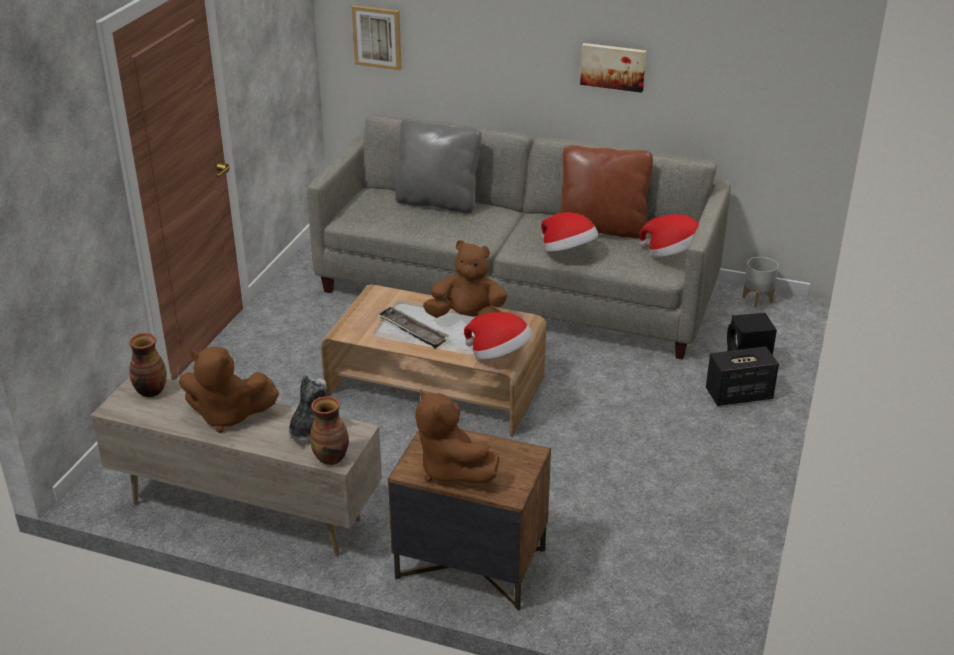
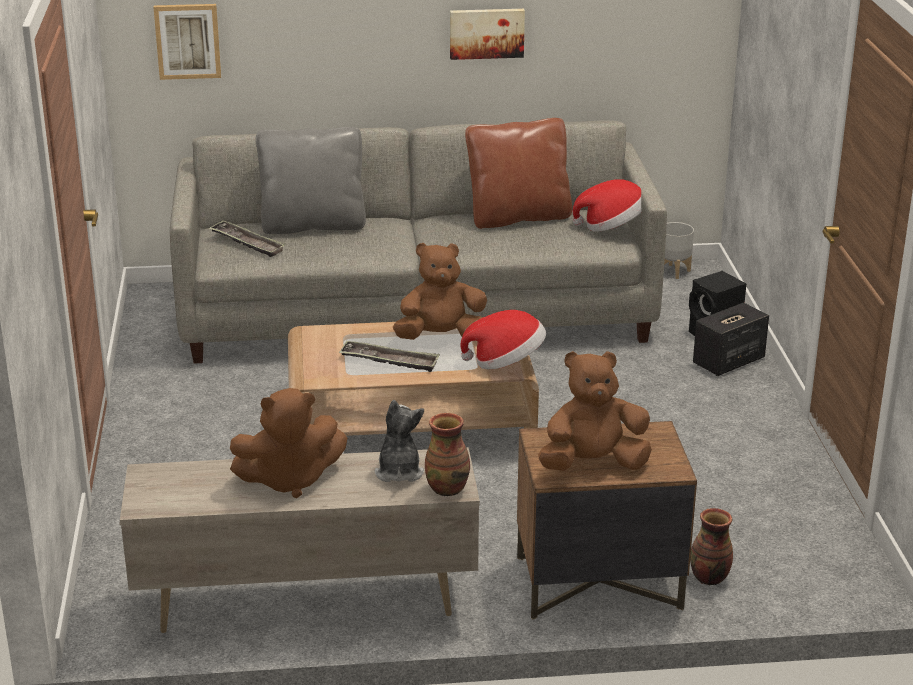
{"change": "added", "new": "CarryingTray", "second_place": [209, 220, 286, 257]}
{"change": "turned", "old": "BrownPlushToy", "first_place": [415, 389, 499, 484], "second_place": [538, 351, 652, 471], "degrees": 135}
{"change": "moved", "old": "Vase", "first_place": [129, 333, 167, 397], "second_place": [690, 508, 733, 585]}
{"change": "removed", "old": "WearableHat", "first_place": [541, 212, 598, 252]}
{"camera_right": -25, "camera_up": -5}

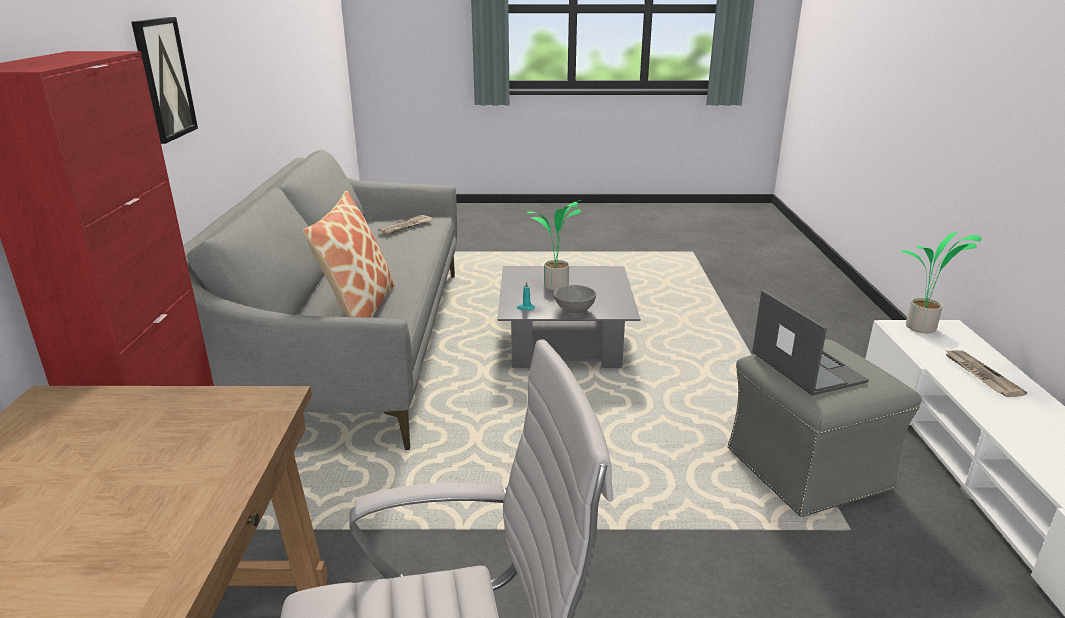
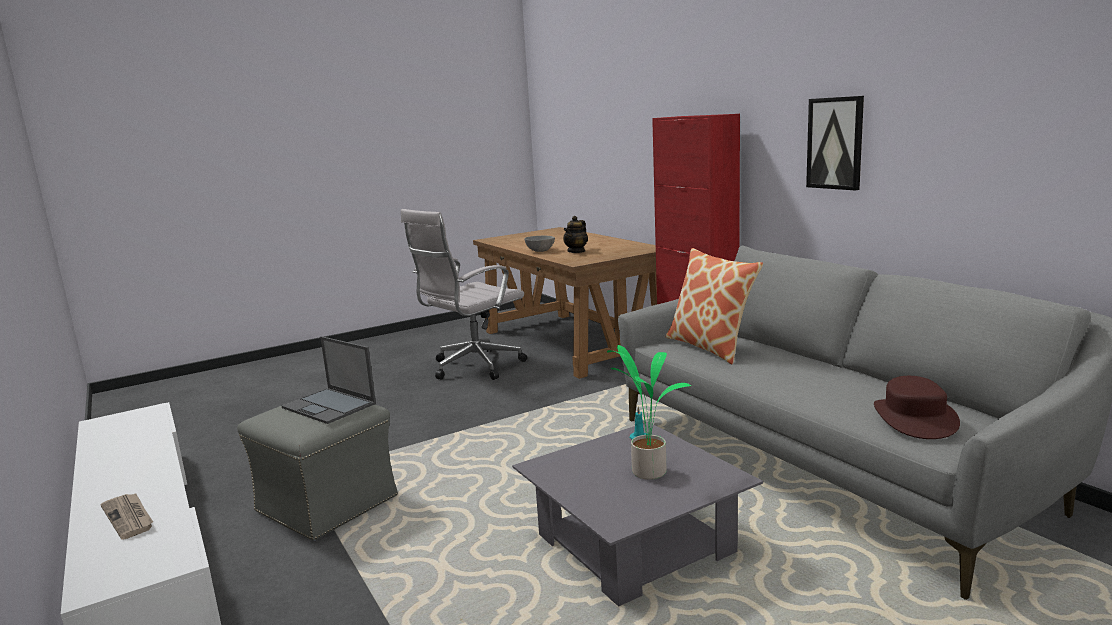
{"change": "moved", "old": "GreyishServingBowl", "first_place": [553, 285, 597, 313], "second_place": [524, 236, 555, 252]}
{"change": "added", "new": "TeaPot", "second_place": [563, 216, 588, 253]}
{"change": "replaced", "old": "DailyPaper", "new": "BrownWearableHat", "first_place": [378, 215, 433, 235], "second_place": [874, 376, 960, 439]}
{"change": "removed", "old": "PlantInAPot", "first_place": [899, 231, 981, 333]}
{"camera_right": 150, "camera_up": -10}

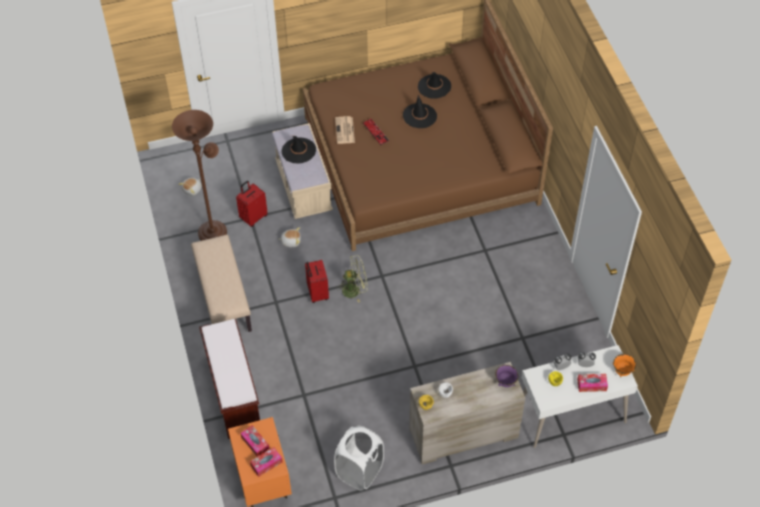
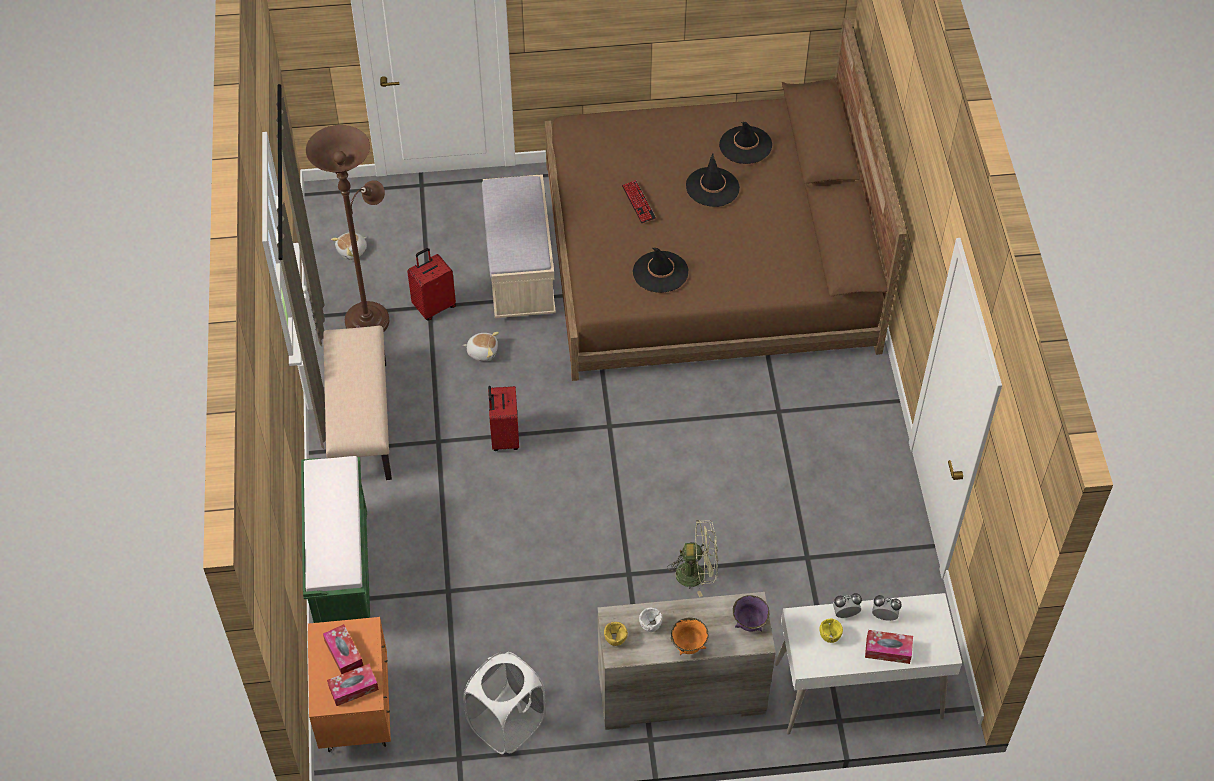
{"change": "recoloured", "old": "BrownBench", "new": "GreenBench", "first_place": [199, 319, 260, 439], "second_place": [301, 456, 370, 623]}
{"change": "moved", "old": "BlackColouredWearableHat", "first_place": [282, 136, 316, 163], "second_place": [633, 247, 688, 293]}
{"change": "moved", "old": "GreenFan", "first_place": [336, 255, 368, 303], "second_place": [667, 520, 718, 597]}
{"change": "moved", "old": "OrangeyServingBowl", "first_place": [613, 354, 636, 377], "second_place": [671, 617, 709, 655]}
{"change": "removed", "old": "DailyPaper", "first_place": [335, 116, 355, 144]}
{"camera_right": 10, "camera_up": 0}

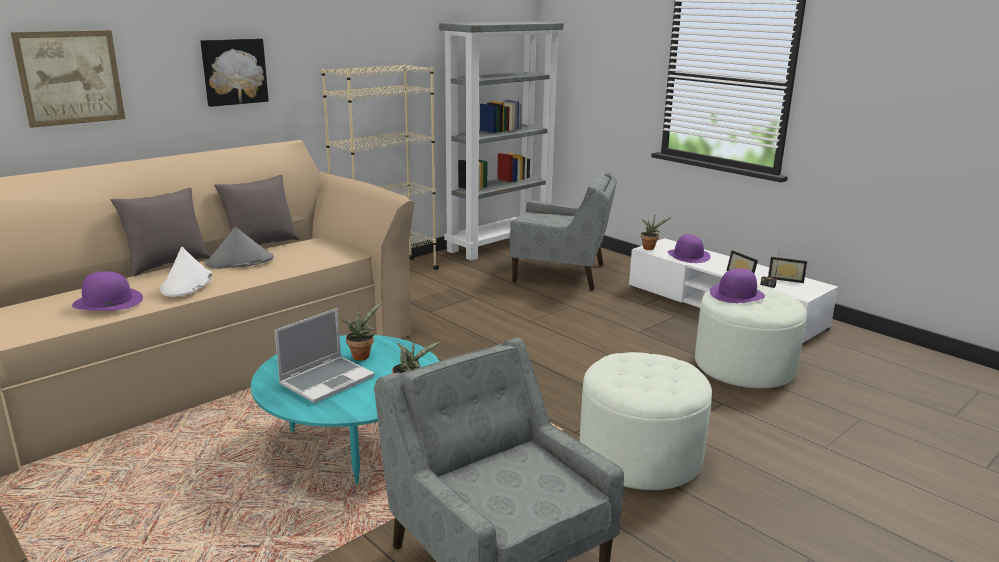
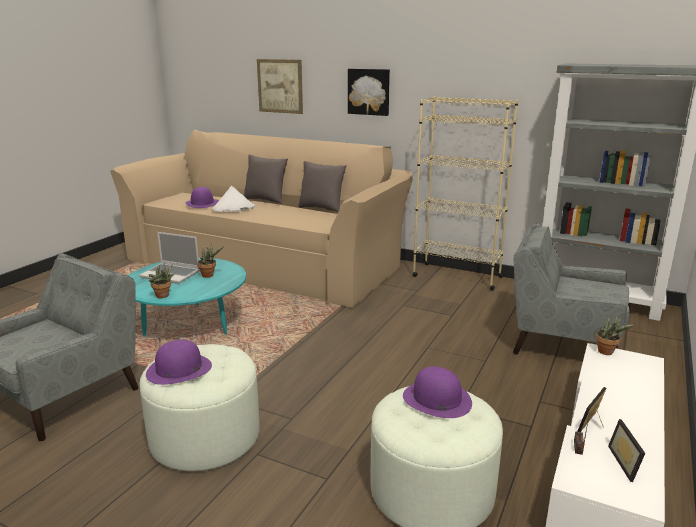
{"change": "moved", "old": "PurplishWearableHat", "first_place": [668, 234, 711, 263], "second_place": [146, 340, 212, 385]}
{"change": "turned", "old": "GreyishLoungeChair", "first_place": [509, 173, 617, 290], "second_place": [513, 223, 630, 354], "degrees": 120}
{"change": "removed", "old": "GreyishWearableHat", "first_place": [205, 227, 274, 269]}
{"camera_right": 70, "camera_up": 0}

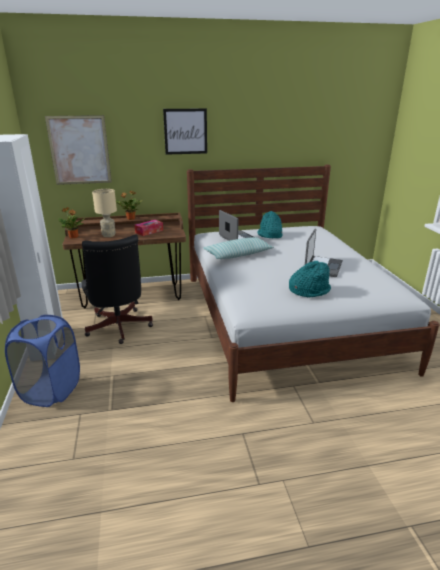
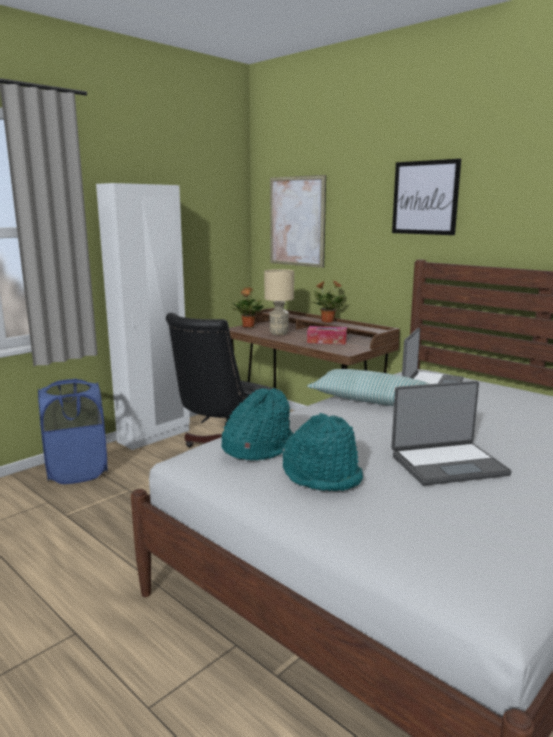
{"change": "moved", "old": "TurquoiseWearableHat", "first_place": [257, 211, 282, 238], "second_place": [221, 388, 293, 460]}
{"camera_right": 55, "camera_up": -10}

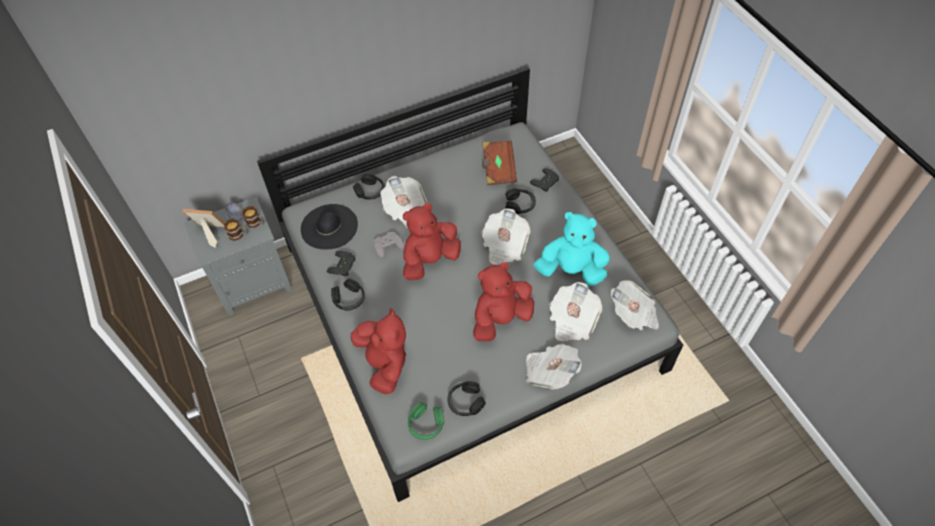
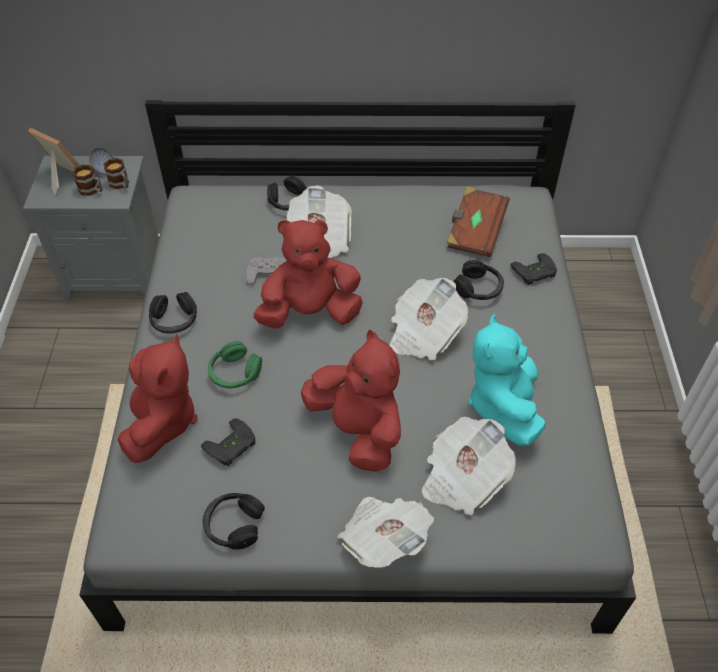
{"change": "moved", "old": "BlackColouredGameController", "first_place": [327, 250, 355, 276], "second_place": [201, 418, 256, 466]}
{"change": "moved", "old": "GreenHeadphones", "first_place": [408, 402, 444, 440], "second_place": [208, 341, 262, 388]}
{"change": "turned", "old": "RedPlushToy", "first_place": [473, 262, 534, 341], "second_place": [301, 330, 401, 472], "degrees": 60}
{"change": "turned", "old": "TurquoisePlushToy", "first_place": [534, 212, 610, 286], "second_place": [468, 314, 545, 446], "degrees": -120}
{"change": "removed", "old": "BlackColouredWearableHat", "first_place": [301, 204, 358, 250]}
{"change": "removed", "old": "DailyPaper", "first_place": [611, 280, 659, 331]}
{"camera_right": 25, "camera_up": -5}

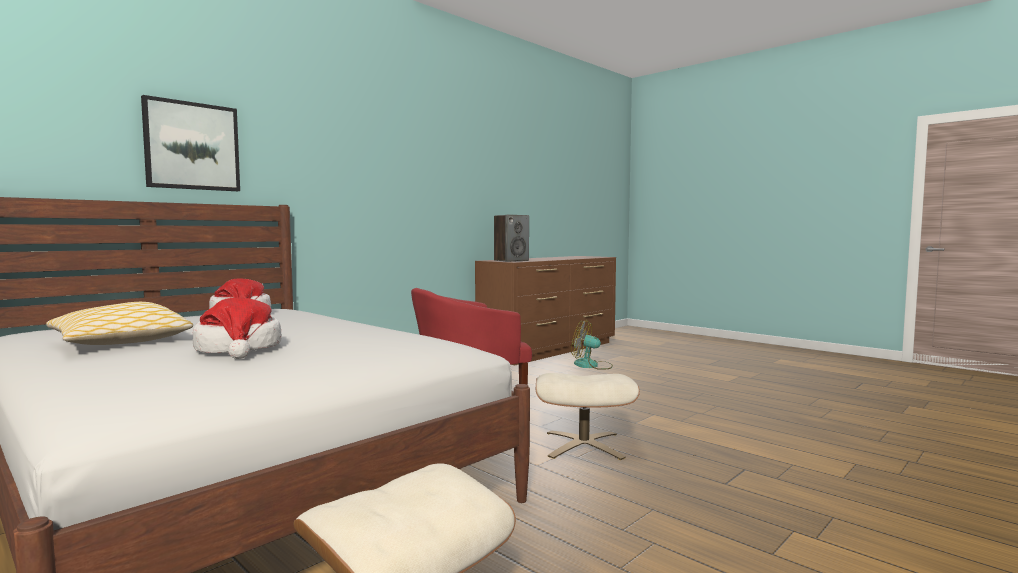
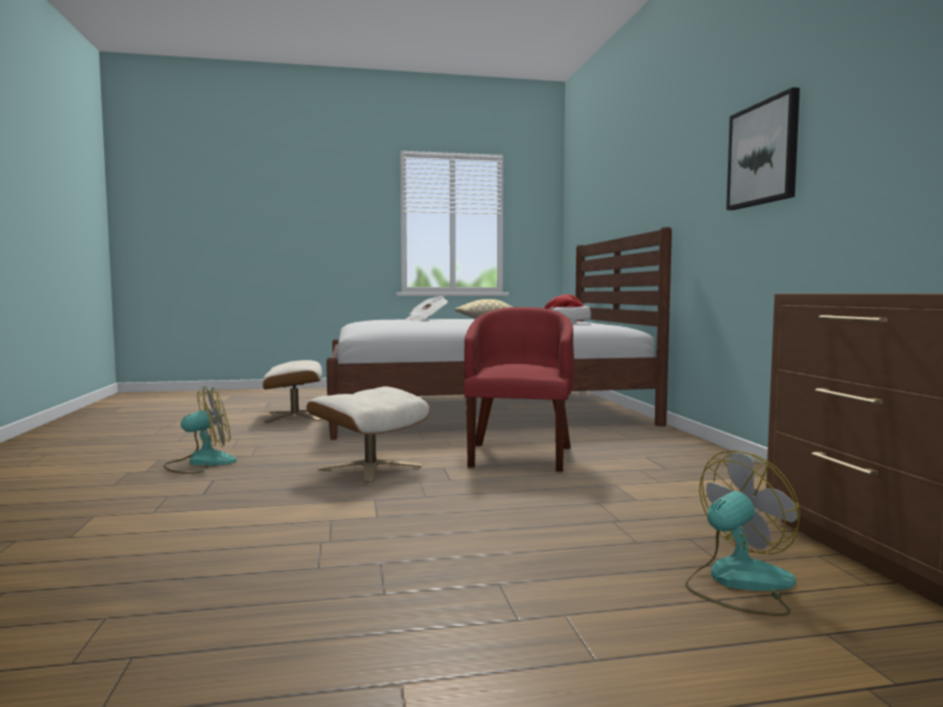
{"change": "added", "new": "Fan", "second_place": [163, 386, 237, 474]}
{"change": "replaced", "old": "WearableHat", "new": "DailyPaper", "first_place": [193, 298, 282, 359], "second_place": [405, 296, 448, 321]}
{"change": "moved", "old": "Picture", "first_place": [141, 95, 240, 191], "second_place": [726, 87, 800, 210]}
{"change": "removed", "old": "Speaker", "first_place": [494, 215, 529, 262]}
{"camera_right": 125, "camera_up": 0}

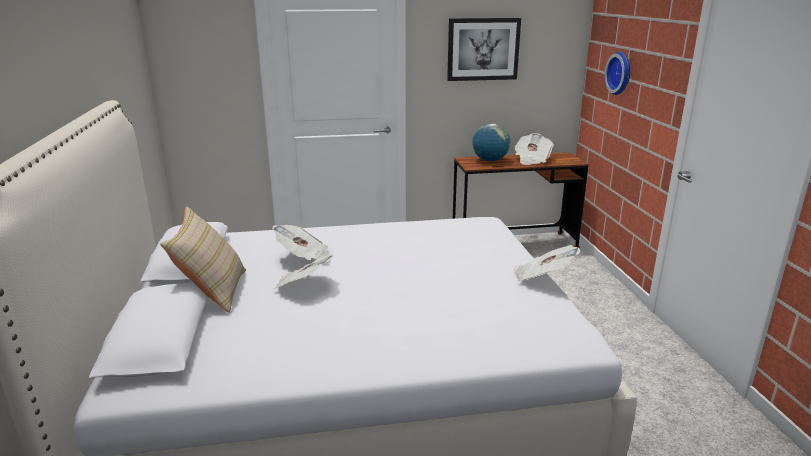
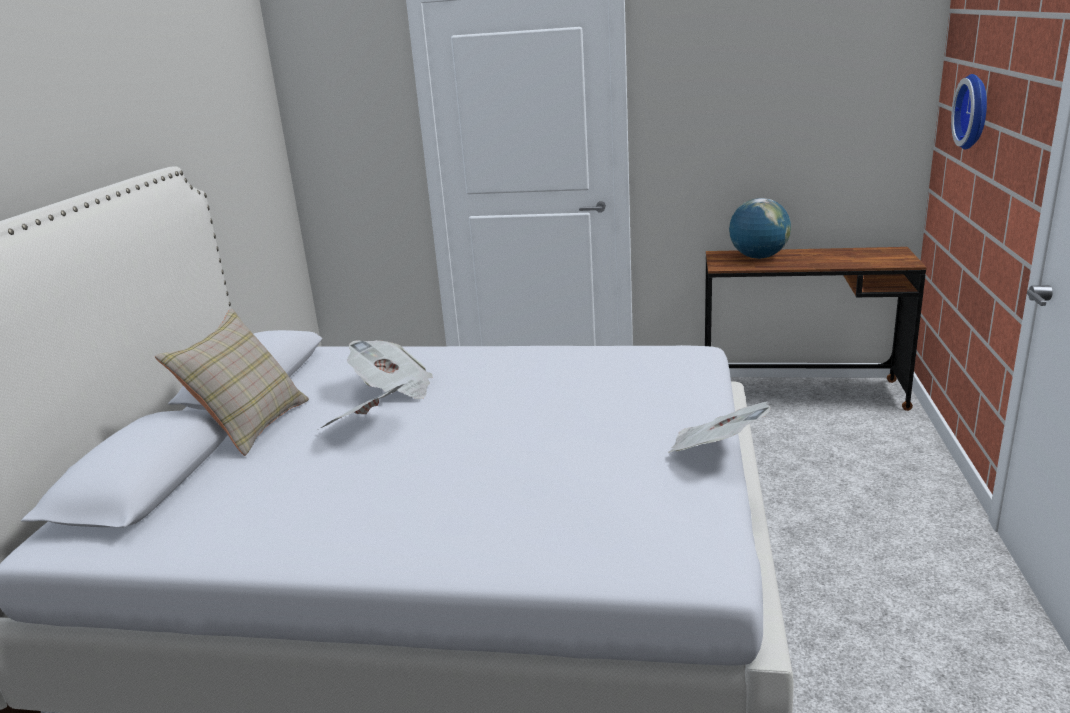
{"change": "removed", "old": "Picture", "first_place": [447, 18, 521, 81]}
{"change": "removed", "old": "DailyPaper", "first_place": [514, 133, 554, 165]}
{"camera_right": 20, "camera_up": 0}

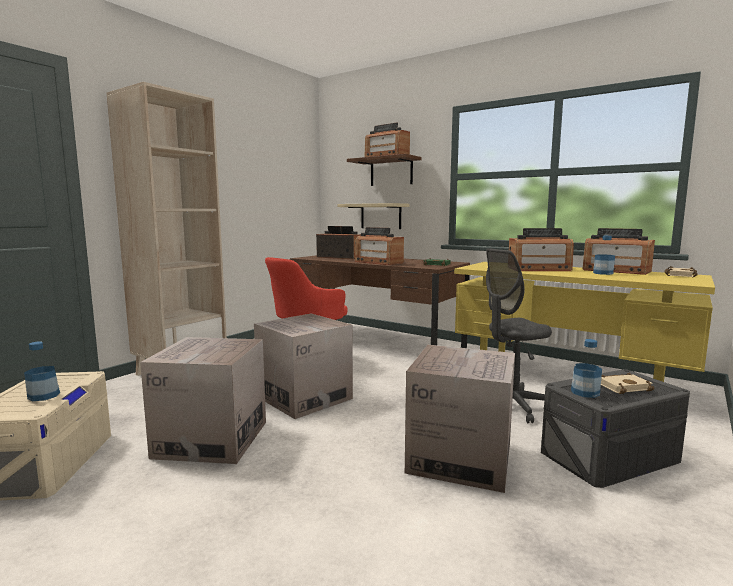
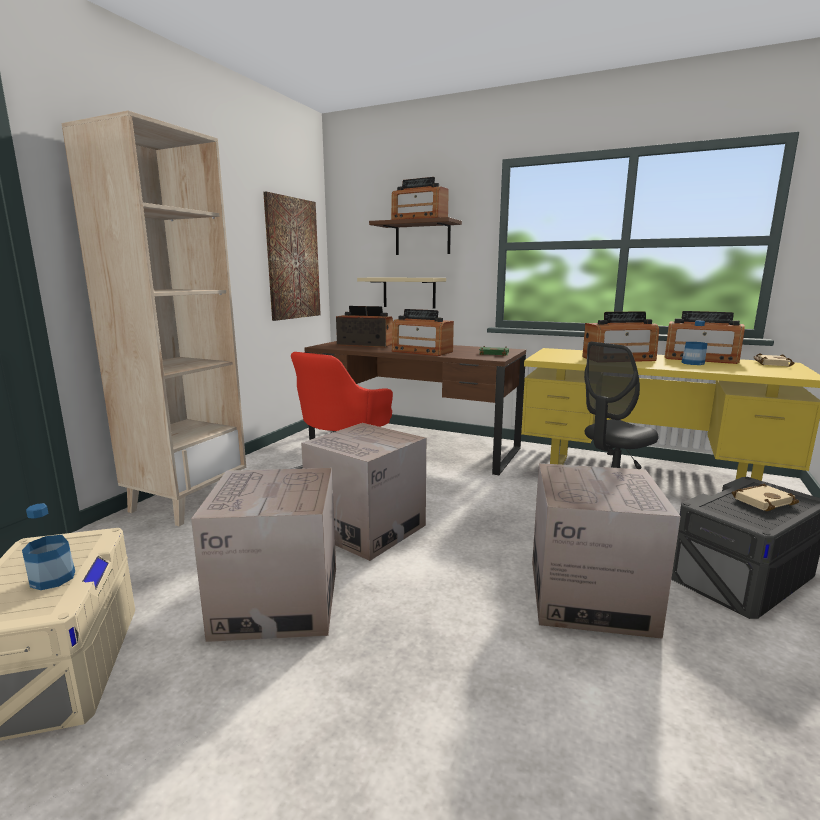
{"change": "added", "new": "Picture", "second_place": [263, 192, 321, 321]}
{"change": "removed", "old": "BeverageBottle", "first_place": [571, 339, 602, 398]}
{"camera_right": -10, "camera_up": 5}

